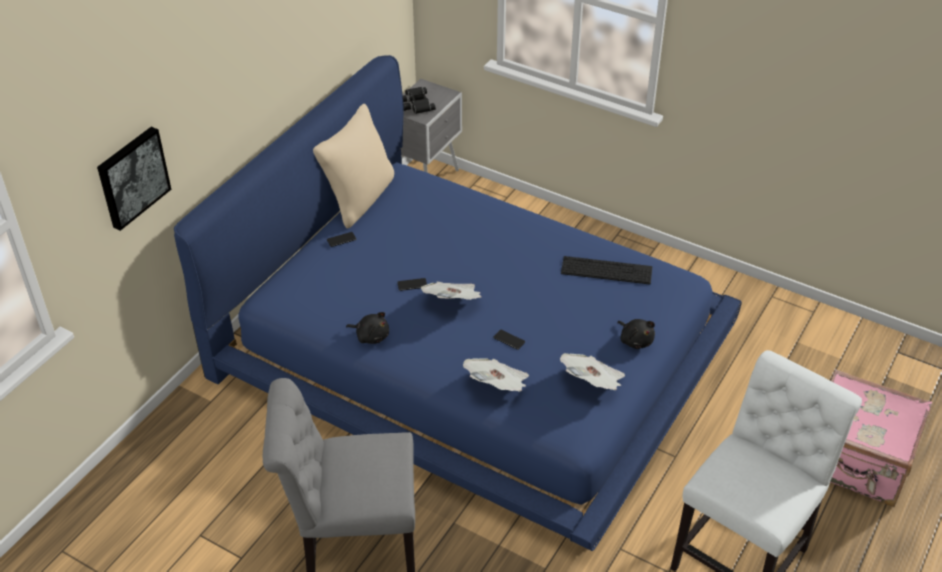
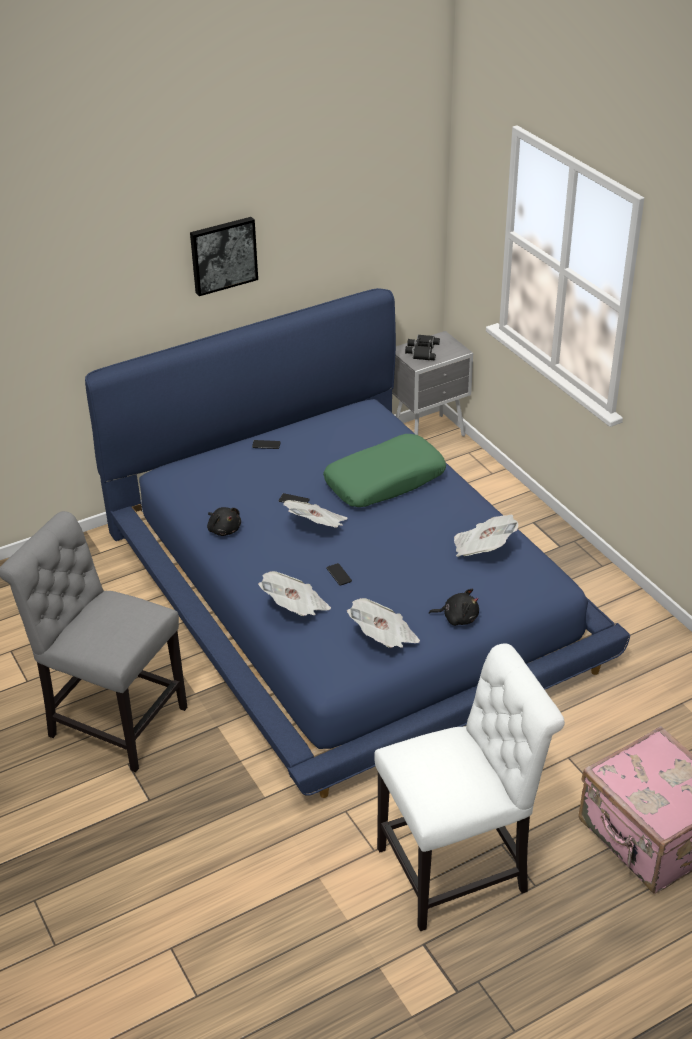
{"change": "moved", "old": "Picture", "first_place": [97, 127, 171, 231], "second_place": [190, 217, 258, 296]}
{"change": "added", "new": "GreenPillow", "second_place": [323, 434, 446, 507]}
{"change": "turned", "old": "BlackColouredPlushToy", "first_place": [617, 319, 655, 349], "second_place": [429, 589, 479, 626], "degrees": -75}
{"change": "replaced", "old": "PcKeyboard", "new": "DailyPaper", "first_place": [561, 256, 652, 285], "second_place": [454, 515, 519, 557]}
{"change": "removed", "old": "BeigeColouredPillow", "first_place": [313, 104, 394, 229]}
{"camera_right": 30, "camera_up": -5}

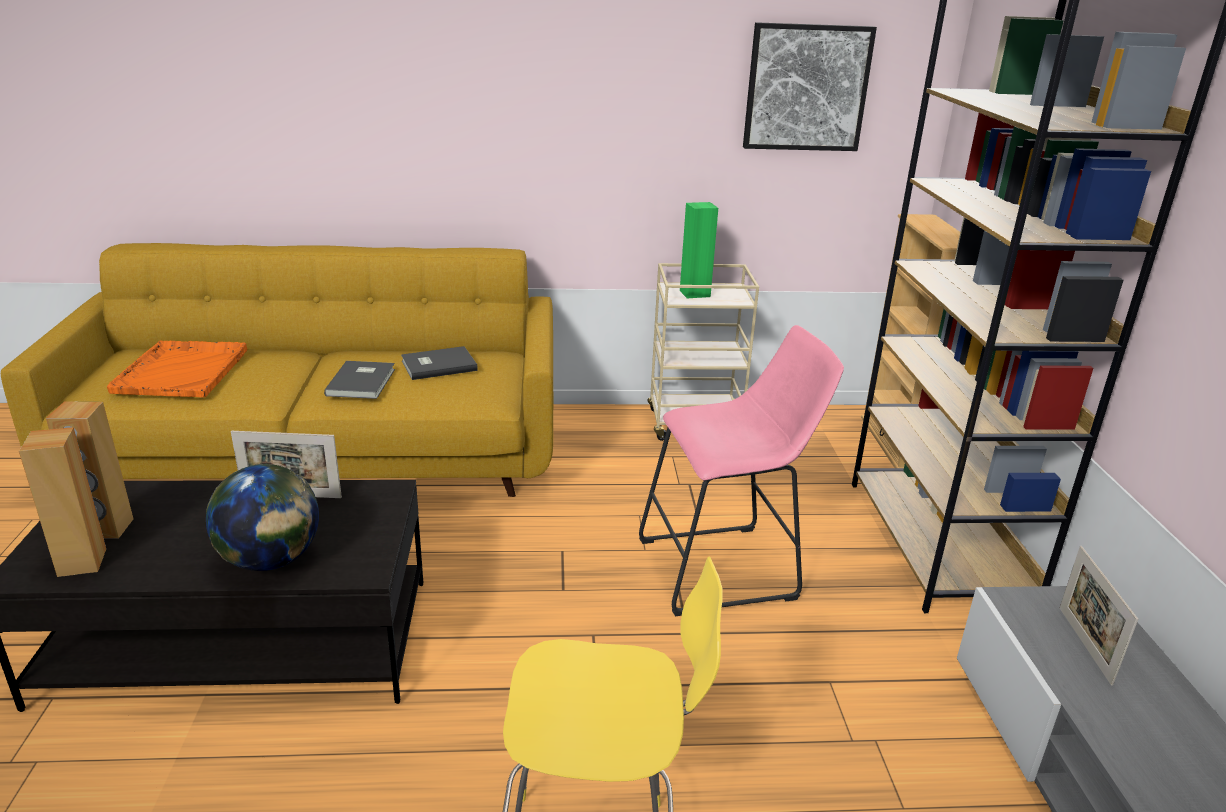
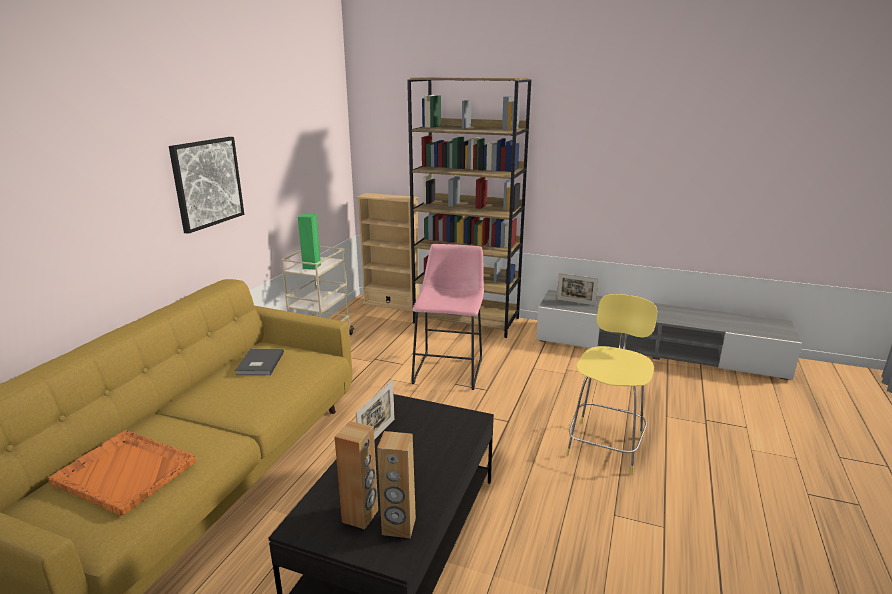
{"change": "moved", "old": "Picture", "first_place": [743, 22, 877, 151], "second_place": [169, 137, 244, 234]}
{"change": "removed", "old": "DeskGlobe", "first_place": [206, 464, 319, 571]}
{"change": "removed", "old": "GreyishBoundBook", "first_place": [324, 361, 395, 399]}
{"camera_right": -65, "camera_up": -5}

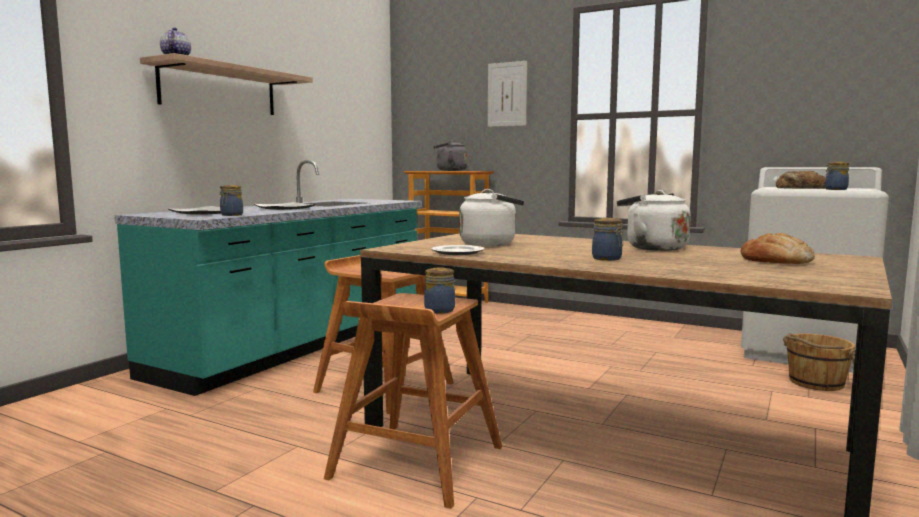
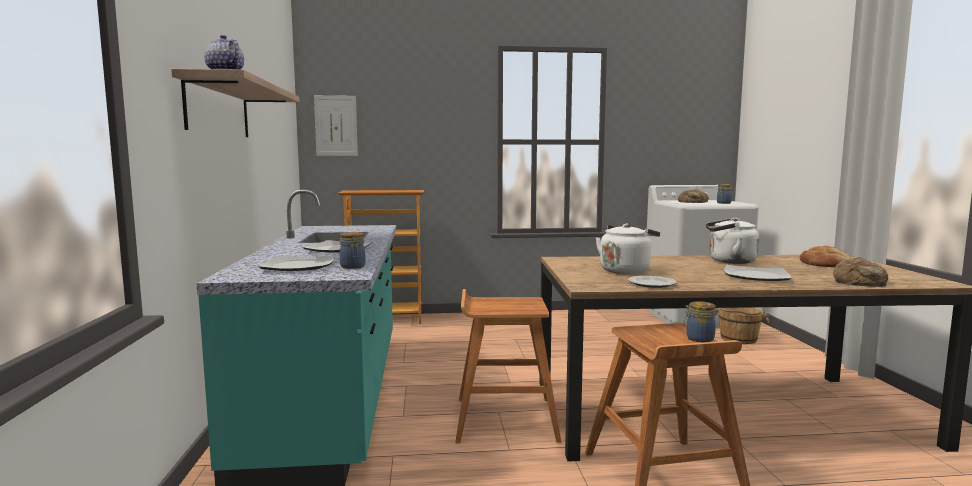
{"change": "moved", "old": "Picture", "first_place": [488, 61, 527, 127], "second_place": [314, 95, 358, 156]}
{"change": "replaced", "old": "PreserveJar", "new": "DinnerPlate", "first_place": [592, 218, 623, 261], "second_place": [724, 265, 791, 281]}
{"change": "added", "new": "Bread", "second_place": [833, 257, 888, 287]}
{"change": "removed", "old": "GreyishKettle", "first_place": [434, 140, 467, 171]}
{"camera_right": -35, "camera_up": 0}

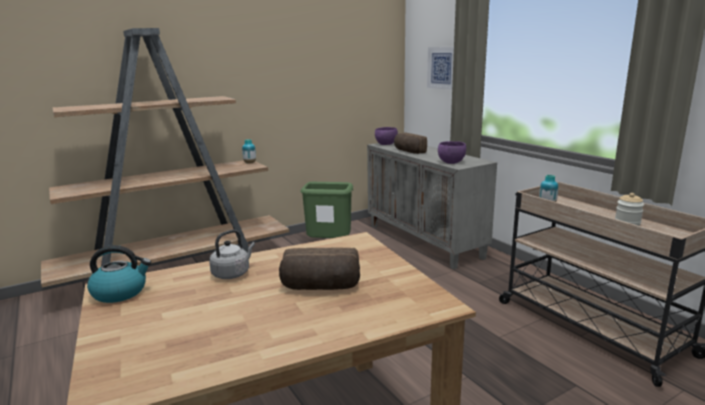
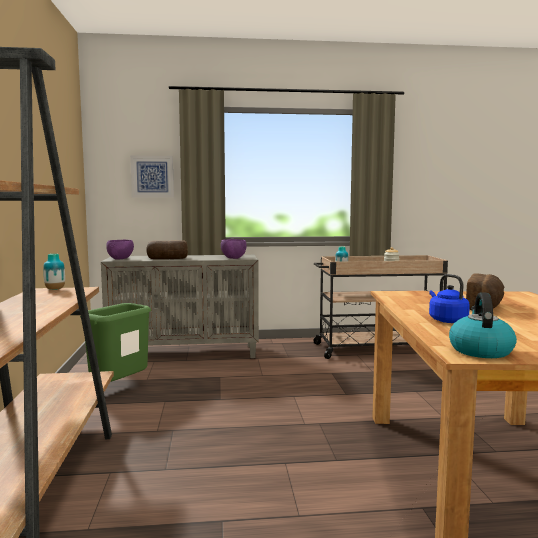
{"change": "recoloured", "old": "GreyishKettle", "new": "BlueKettle", "first_place": [209, 230, 255, 279], "second_place": [429, 274, 470, 323]}
{"camera_right": -65, "camera_up": -10}

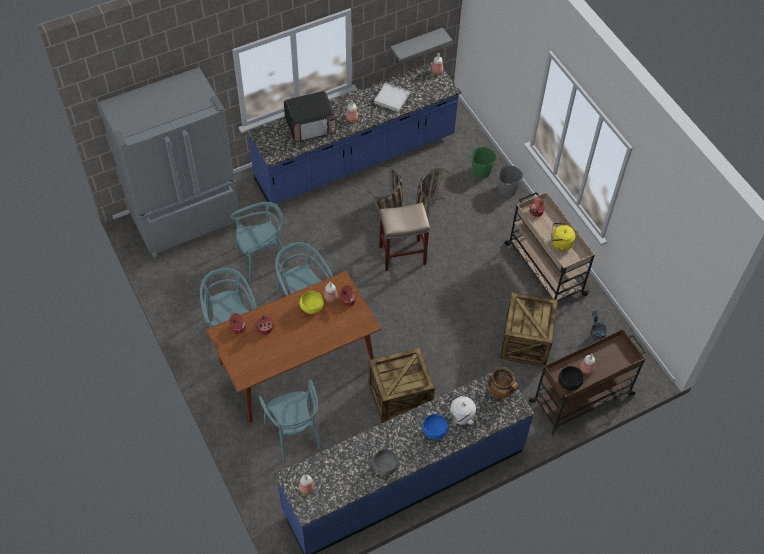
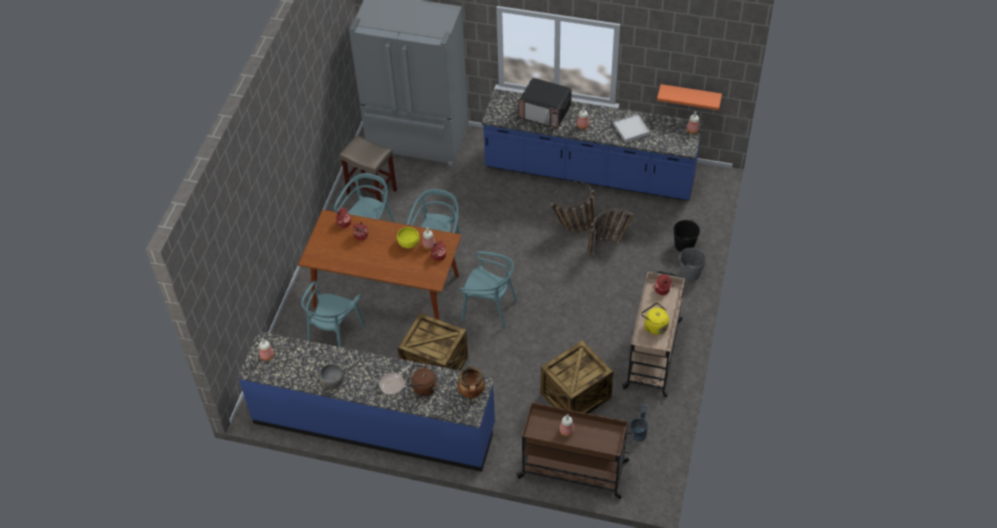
{"change": "moved", "old": "BeigeColouredStool", "first_place": [379, 203, 430, 271], "second_place": [340, 135, 397, 202]}
{"change": "replaced", "old": "BlueServingBowl", "new": "FryingPan", "first_place": [422, 414, 448, 440], "second_place": [379, 365, 410, 395]}
{"change": "recoloured", "old": "WhitishKettle", "new": "BrownKettle", "first_place": [446, 396, 476, 425], "second_place": [408, 365, 437, 397]}
{"change": "moved", "old": "TurquoiseChair", "first_place": [231, 202, 289, 281], "second_place": [458, 251, 518, 329]}
{"change": "recoloured", "old": "GreyishShelf", "new": "OrangeyShelf", "first_place": [390, 28, 453, 61], "second_place": [657, 84, 722, 110]}
{"change": "recoloured", "old": "GreenBucket", "new": "BlackColouredBucket", "first_place": [471, 146, 496, 178], "second_place": [673, 220, 700, 252]}
{"change": "removed", "old": "BlackColouredServingBowl", "first_place": [559, 366, 584, 390]}
{"camera_right": 45, "camera_up": -5}

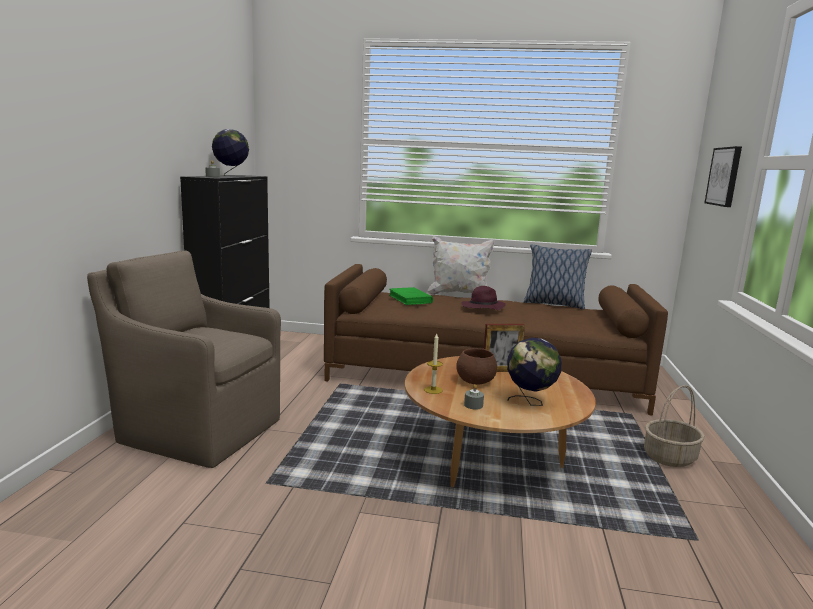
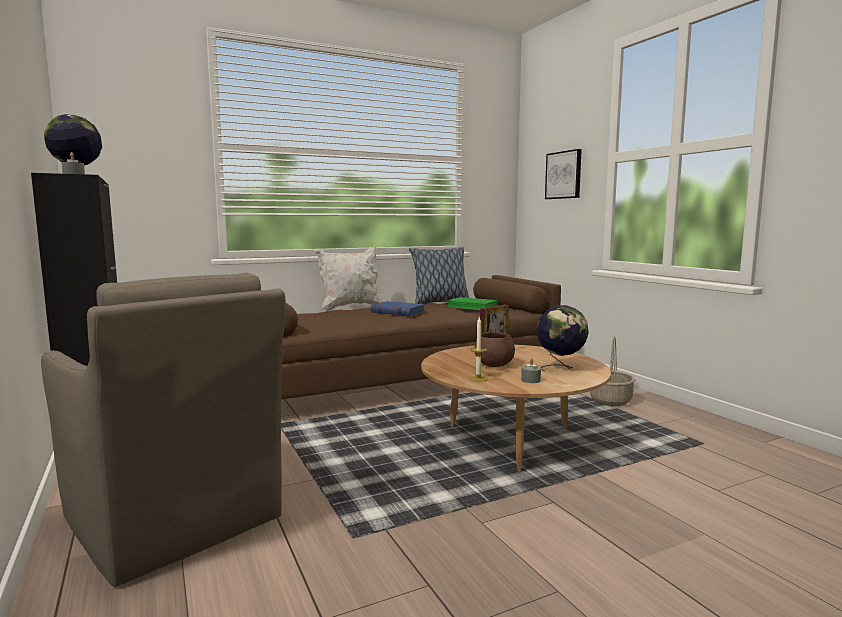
{"change": "turned", "old": "BrownLoungeChair", "first_place": [87, 250, 281, 468], "second_place": [41, 273, 286, 587], "degrees": -120}
{"change": "replaced", "old": "PurplishWearableHat", "new": "BlueBoundBook", "first_place": [461, 286, 506, 310], "second_place": [371, 301, 425, 316]}
{"change": "moved", "old": "GreenBoundBook", "first_place": [389, 287, 433, 305], "second_place": [447, 297, 498, 310]}
{"camera_right": -35, "camera_up": -5}

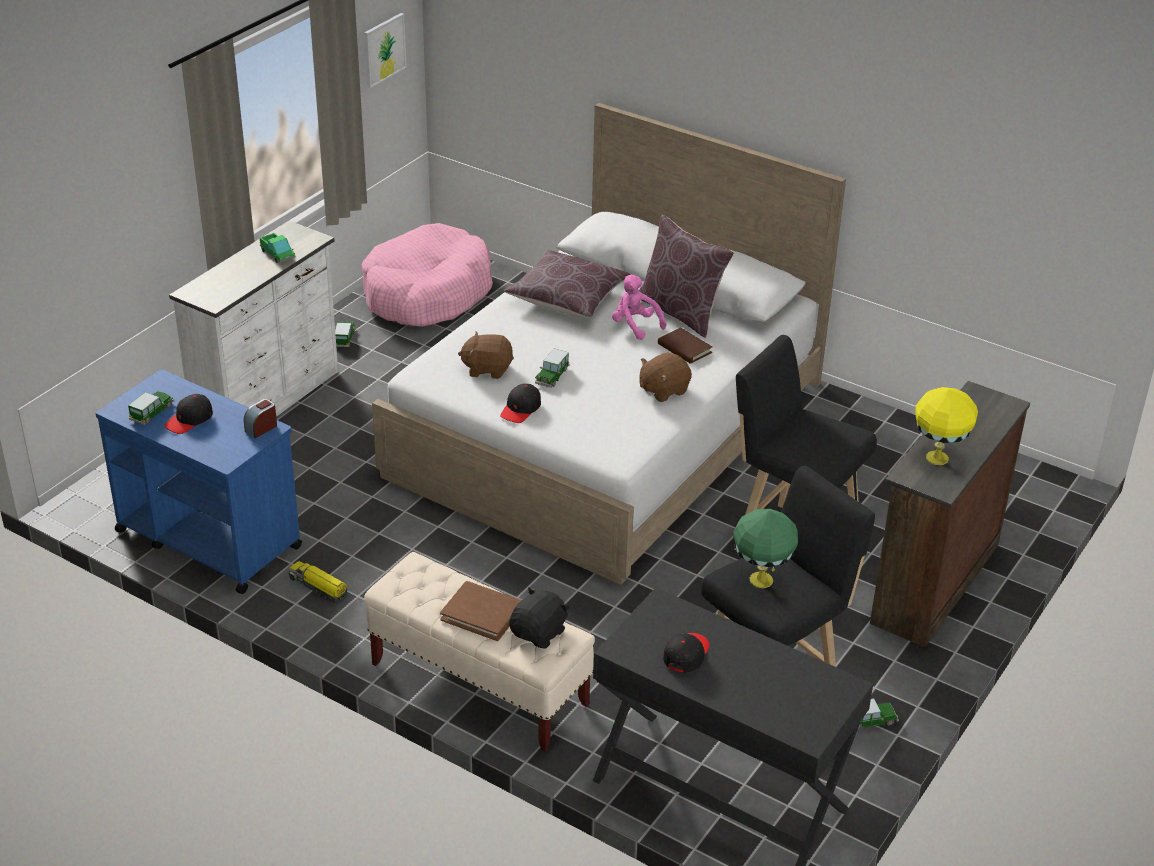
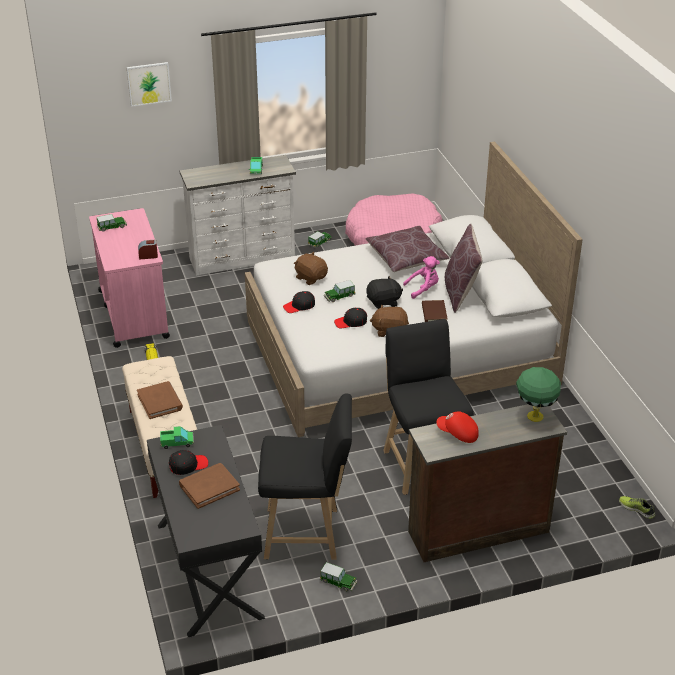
{"change": "recoloured", "old": "BlueWheeledCart", "new": "PinkishWheeledCart", "first_place": [95, 369, 302, 594], "second_place": [89, 208, 170, 348]}
{"change": "moved", "old": "Picture", "first_place": [364, 13, 407, 88], "second_place": [127, 62, 172, 107]}
{"change": "added", "new": "ToyTruck", "second_place": [160, 426, 194, 449]}
{"change": "added", "new": "BrownBoundBook", "second_place": [179, 463, 240, 509]}
{"change": "moved", "old": "BlackColouredPeakedCap", "first_place": [164, 394, 213, 434], "second_place": [334, 308, 367, 328]}
{"change": "moved", "old": "BlackColouredPlushToy", "first_place": [509, 587, 570, 649], "second_place": [366, 276, 403, 309]}
{"change": "turned", "old": "PinkishPlushToy", "first_place": [612, 275, 666, 340], "second_place": [403, 256, 440, 299], "degrees": 75}
{"change": "replaced", "old": "YellowColouredTabletopLamp", "new": "RedPeakedCap", "first_place": [915, 387, 978, 465], "second_place": [437, 411, 479, 443]}
{"change": "moved", "old": "GreenTabletopLamp", "first_place": [733, 509, 798, 588], "second_place": [516, 367, 561, 422]}
{"change": "added", "new": "ItemOfFootwear", "second_place": [619, 496, 655, 519]}
{"camera_right": 40, "camera_up": 0}

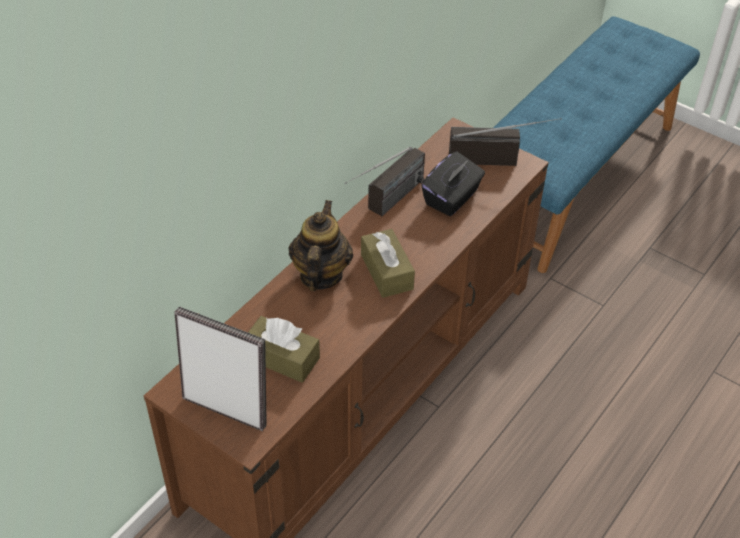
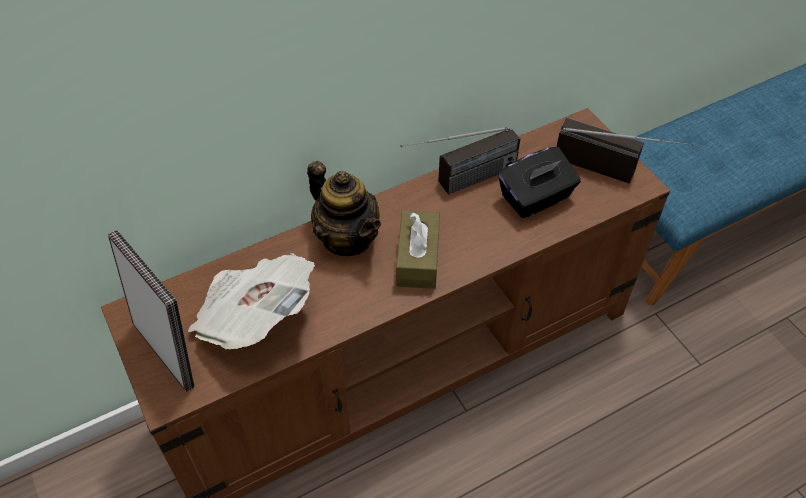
{"change": "replaced", "old": "BrownBoxOfTissues", "new": "DailyPaper", "first_place": [248, 316, 320, 383], "second_place": [188, 253, 315, 349]}
{"change": "turned", "old": "TeaPot", "first_place": [289, 200, 353, 291], "second_place": [307, 161, 381, 256], "degrees": 105}
{"camera_right": 25, "camera_up": 5}

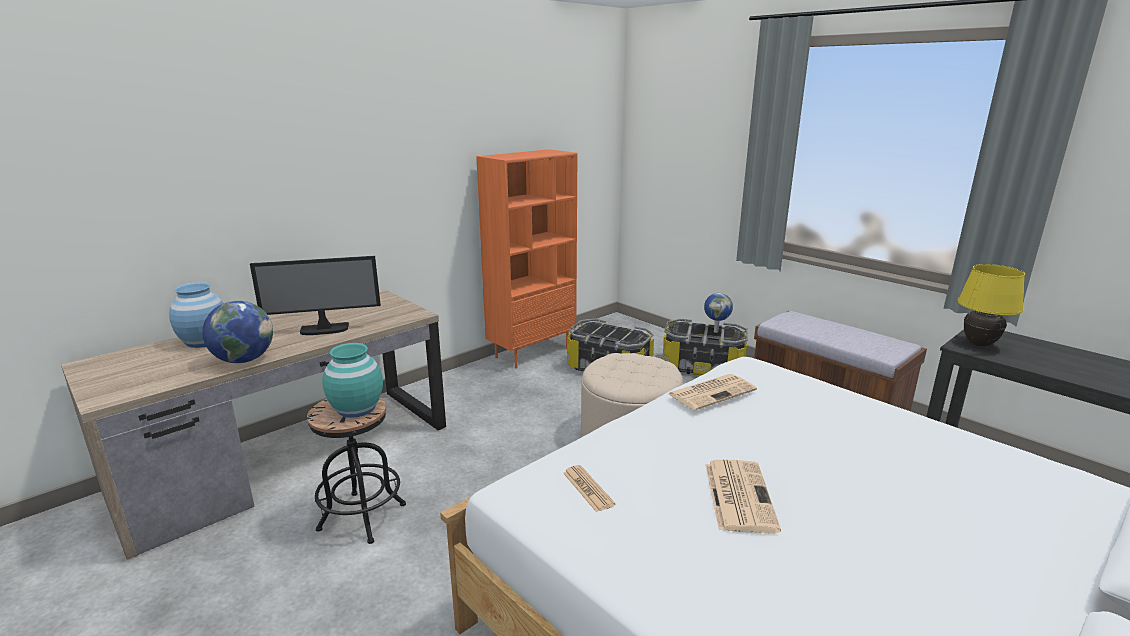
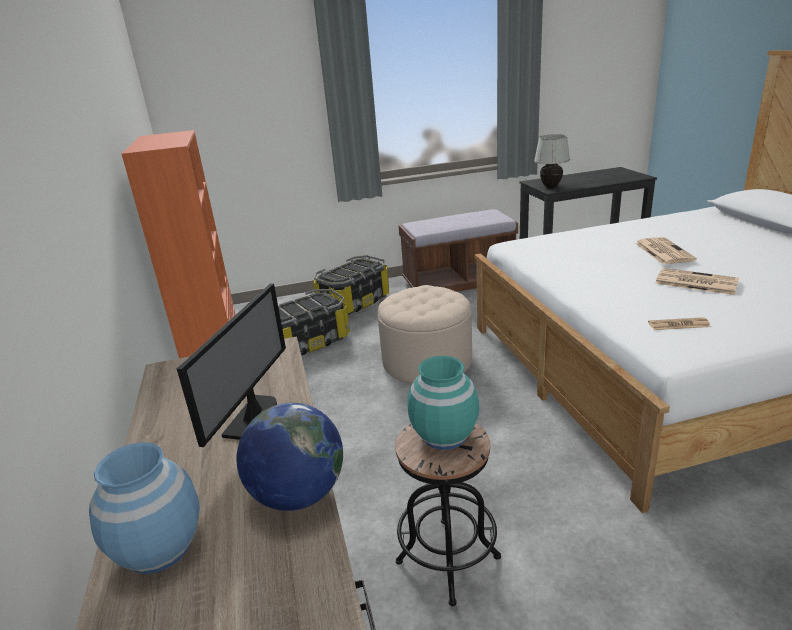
{"change": "recoloured", "old": "YellowColouredTabletopLamp", "new": "WhitishTabletopLamp", "first_place": [957, 264, 1025, 347], "second_place": [534, 134, 570, 188]}
{"change": "moved", "old": "DailyPaper", "first_place": [668, 374, 757, 410], "second_place": [635, 237, 697, 264]}
{"change": "removed", "old": "DeskGlobe", "first_place": [704, 293, 733, 333]}
{"camera_right": -60, "camera_up": 5}

